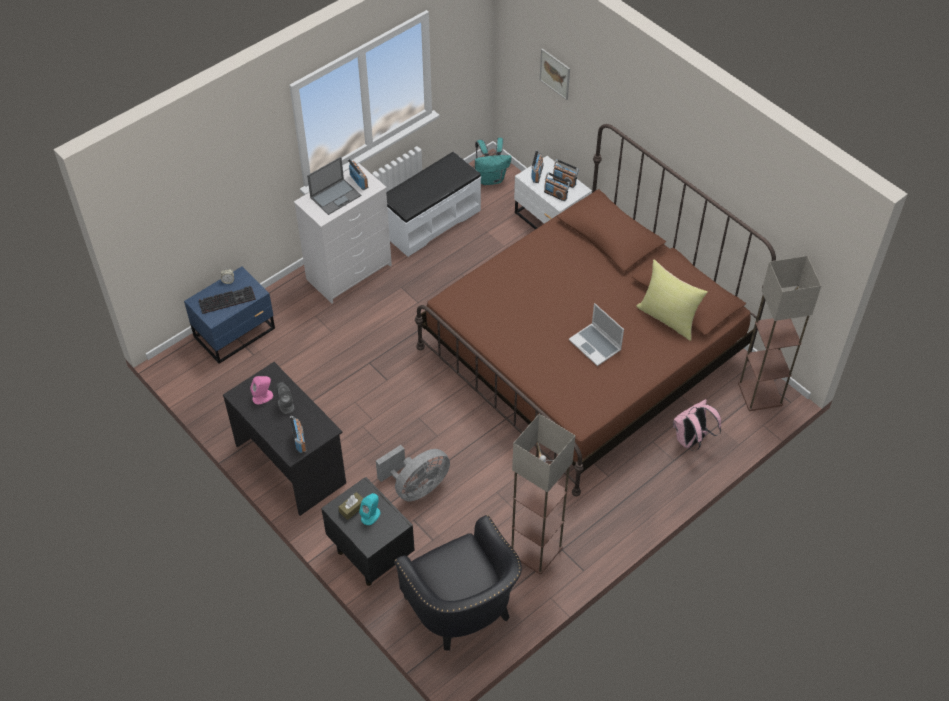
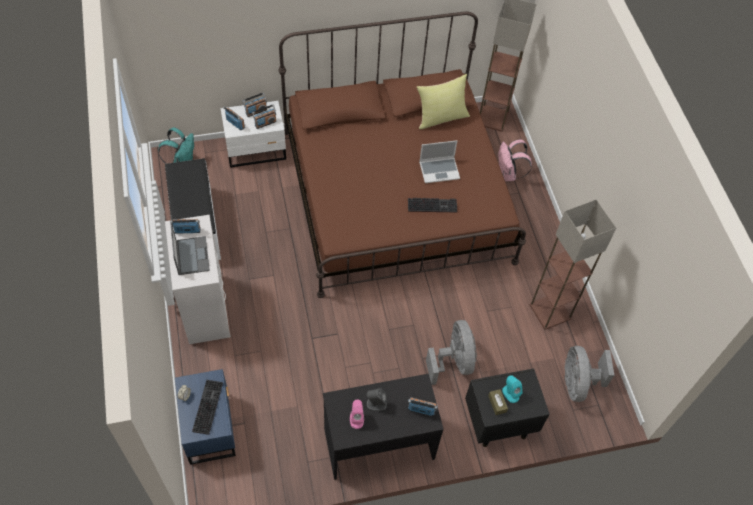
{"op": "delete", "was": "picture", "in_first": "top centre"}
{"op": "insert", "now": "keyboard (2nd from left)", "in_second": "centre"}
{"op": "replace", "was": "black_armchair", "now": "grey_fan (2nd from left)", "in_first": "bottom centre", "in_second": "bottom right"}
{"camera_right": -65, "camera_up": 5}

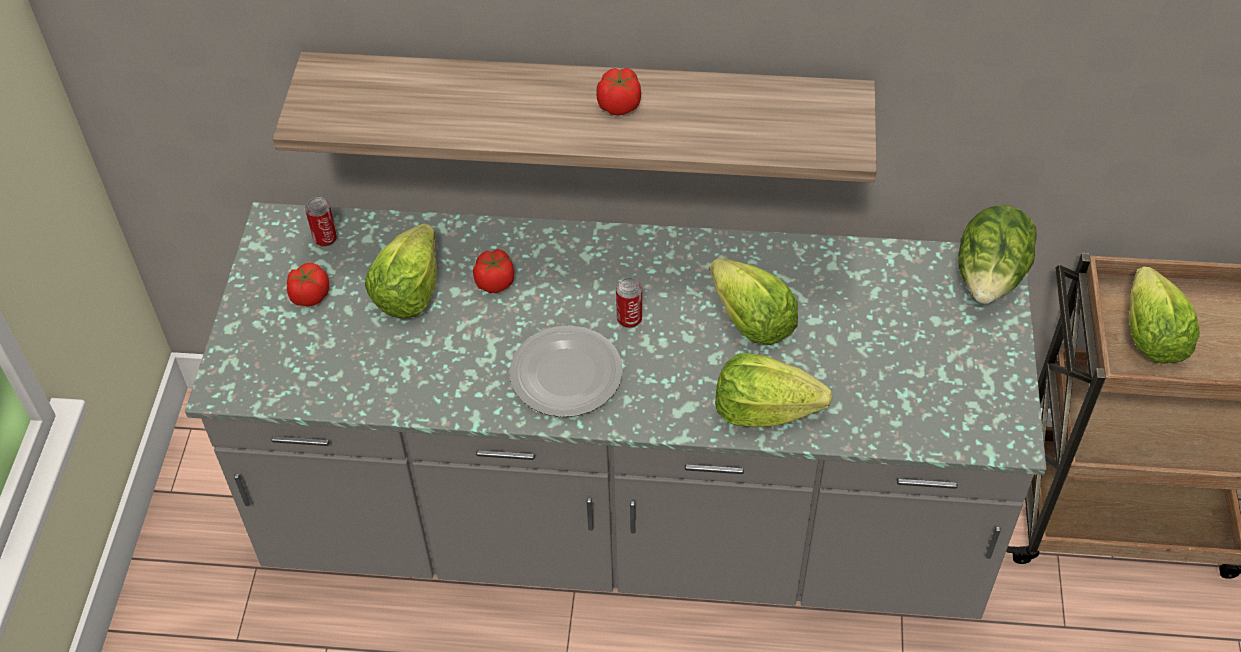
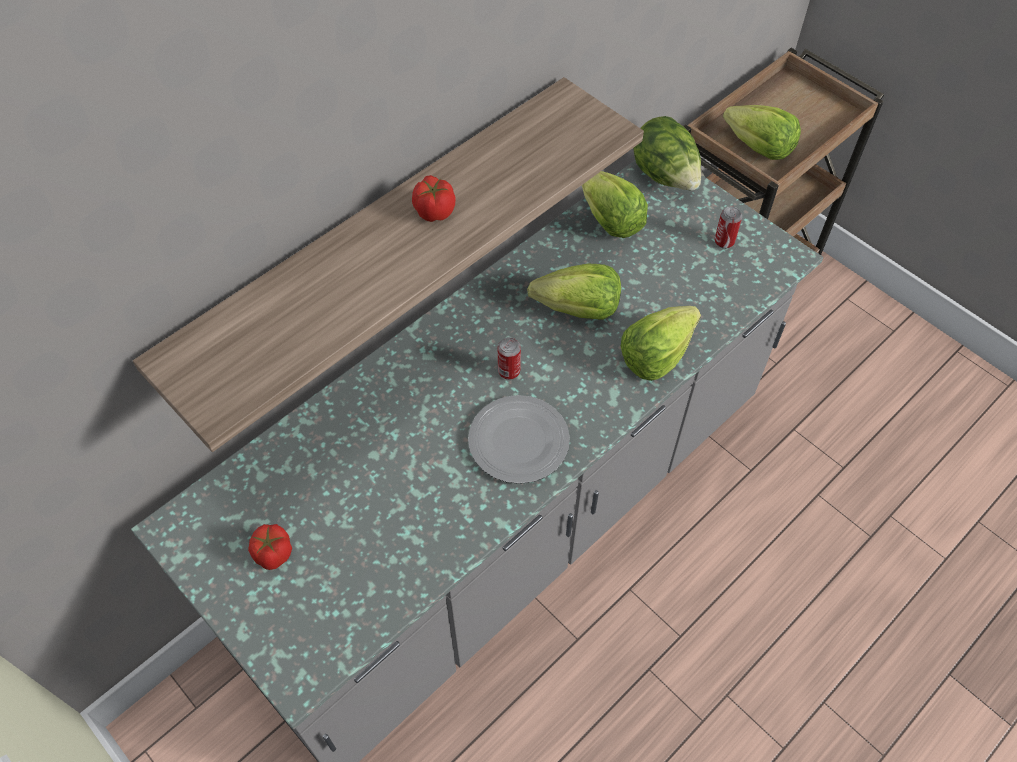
{"op": "delete", "was": "tomato (2nd from left)", "in_first": "centre"}
{"op": "move", "was": "can (1st from left in the first image)", "now": "can (2nd from left)", "in_first": "middle left", "in_second": "top right"}
{"op": "move", "was": "lettuce (1st from left in the first image)", "now": "lettuce (2nd from left)", "in_first": "middle left", "in_second": "top centre"}
{"camera_right": -50, "camera_up": 5}

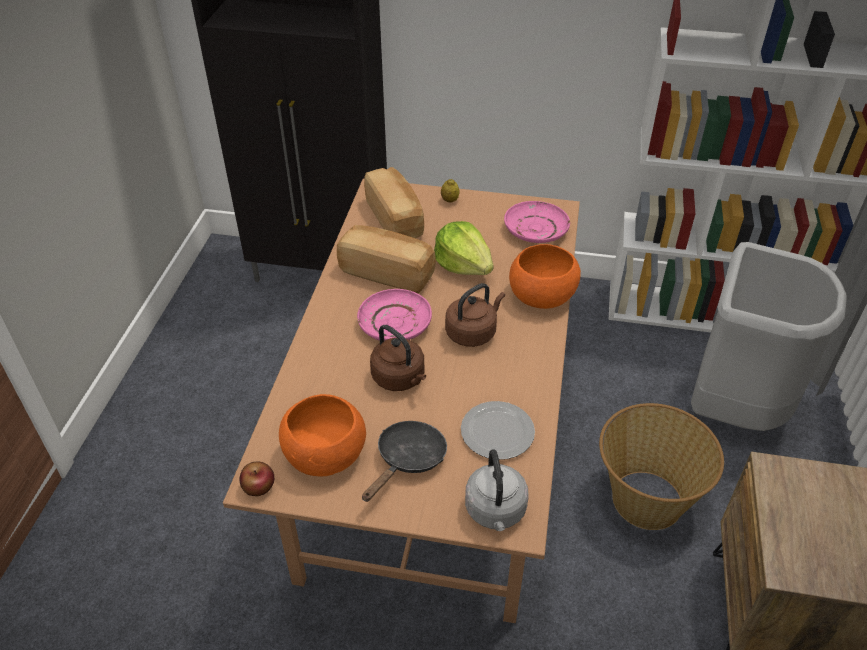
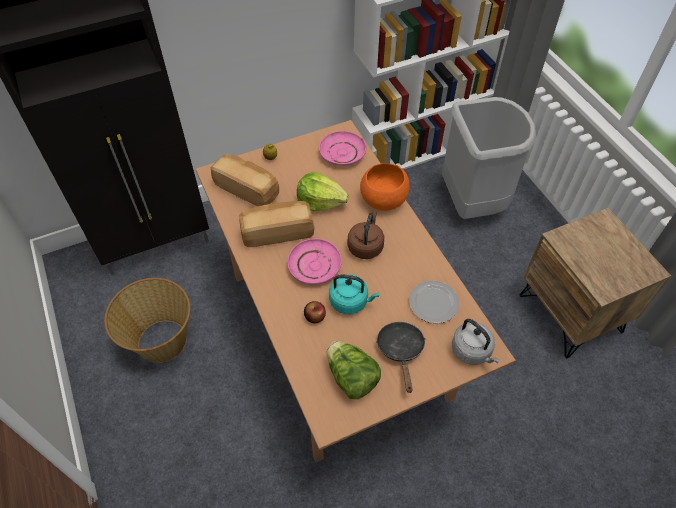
{"op": "move", "was": "apple", "in_first": "bottom left", "in_second": "centre"}
{"op": "move", "was": "basket", "in_first": "bottom right", "in_second": "middle left"}
{"op": "replace", "was": "orange_bowl (1st from left)", "now": "lettuce (2nd from left)", "in_first": "bottom centre", "in_second": "bottom centre"}
{"op": "recolor", "was": "brown_kettle (1st from left)", "now": "turquoise_kettle", "in_first": "centre", "in_second": "centre"}
{"camera_right": -35, "camera_up": 10}

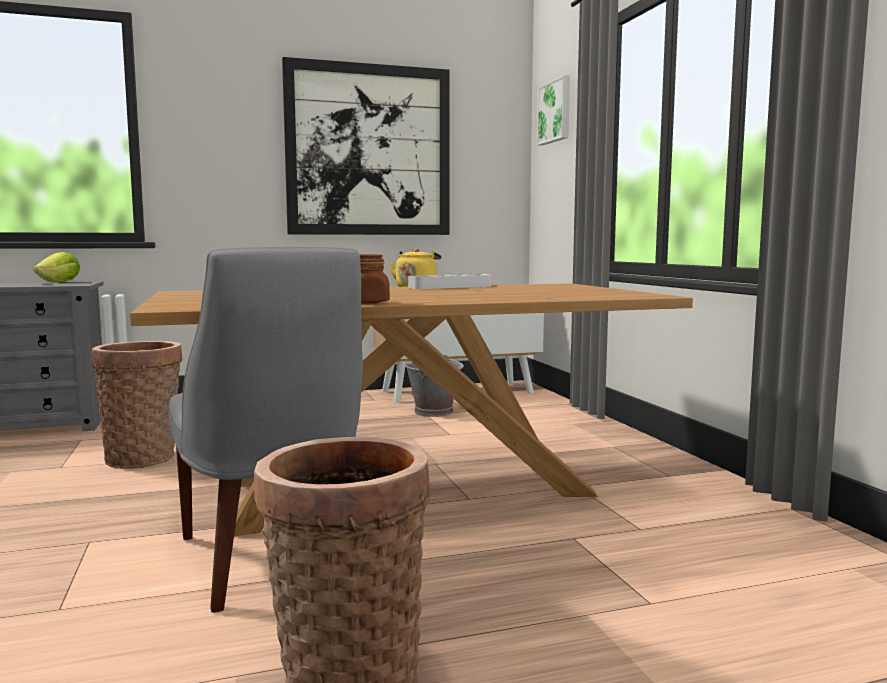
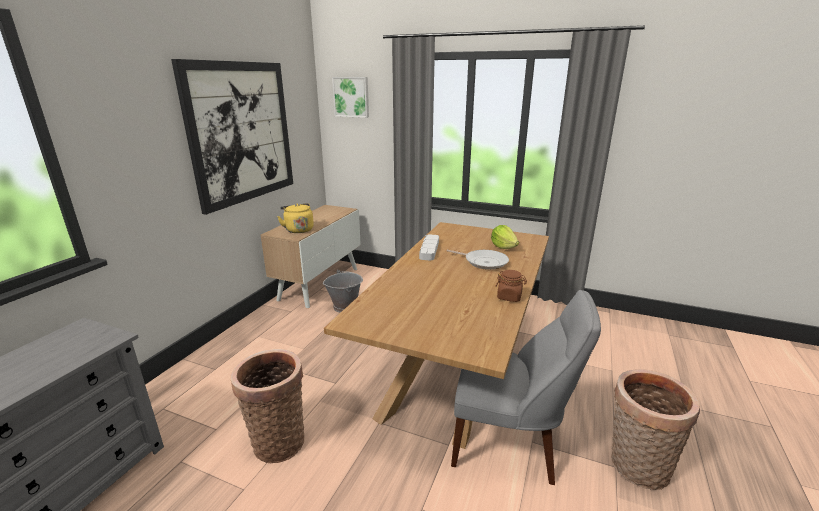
{"op": "insert", "now": "frying_pan", "in_second": "centre"}
{"op": "move", "was": "lettuce", "in_first": "middle left", "in_second": "centre"}
{"camera_right": -50, "camera_up": 15}

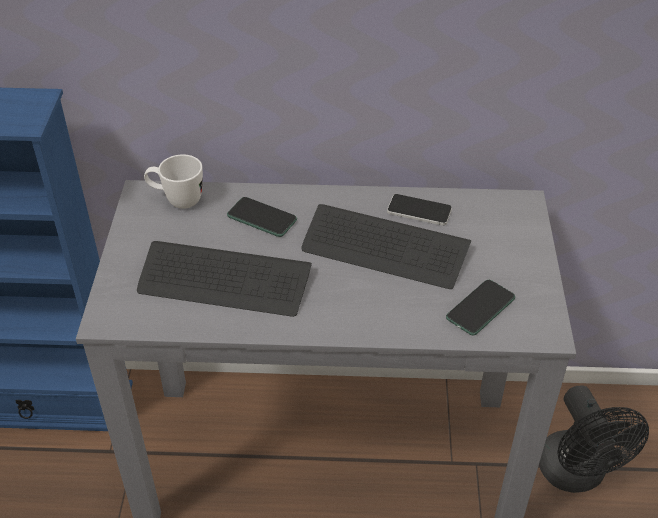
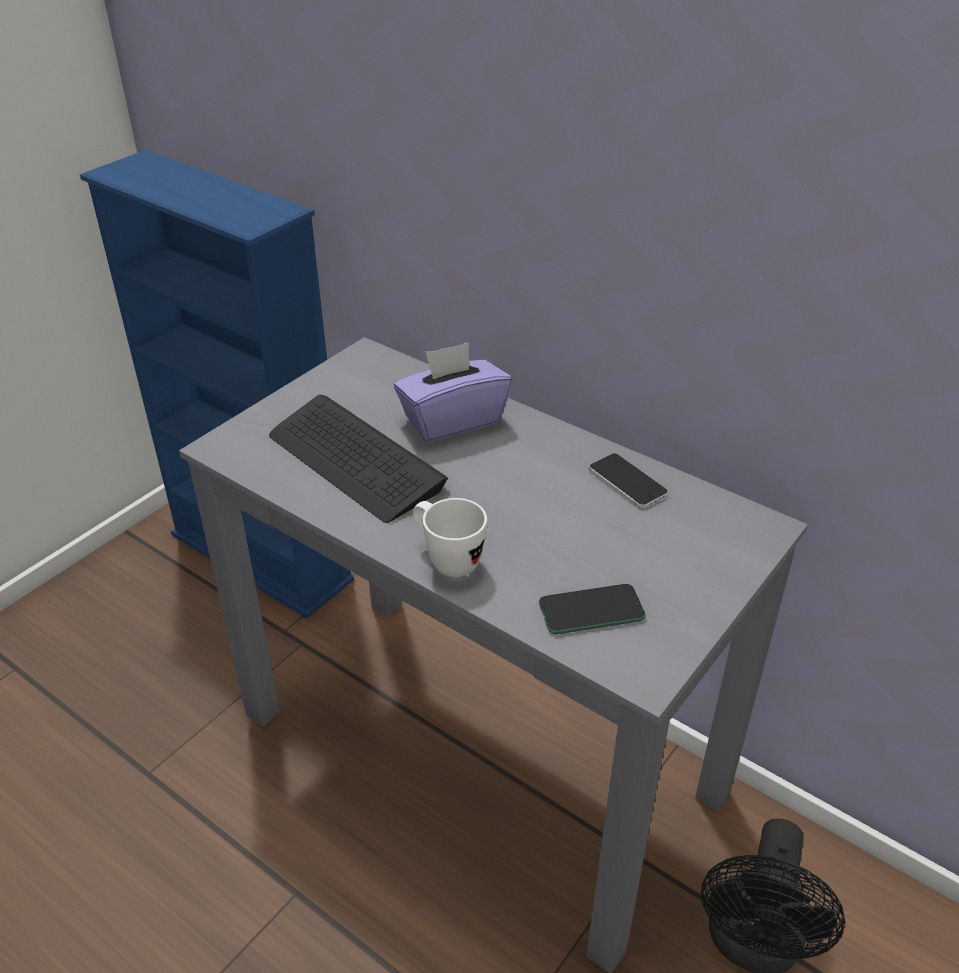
{"op": "delete", "was": "keyboard (2nd from left)", "in_first": "centre"}
{"op": "move", "was": "white_mug", "in_first": "middle left", "in_second": "centre"}
{"op": "replace", "was": "phone (1st from left)", "now": "purple_tissue_box", "in_first": "centre", "in_second": "centre"}
{"camera_right": 35, "camera_up": -5}

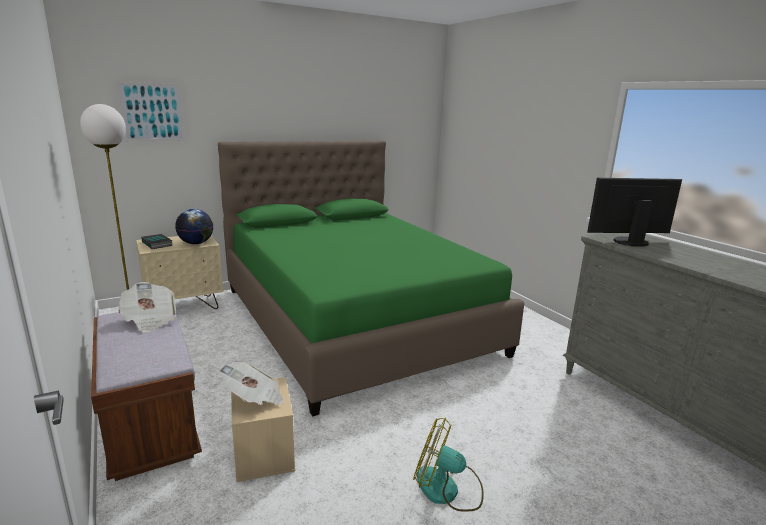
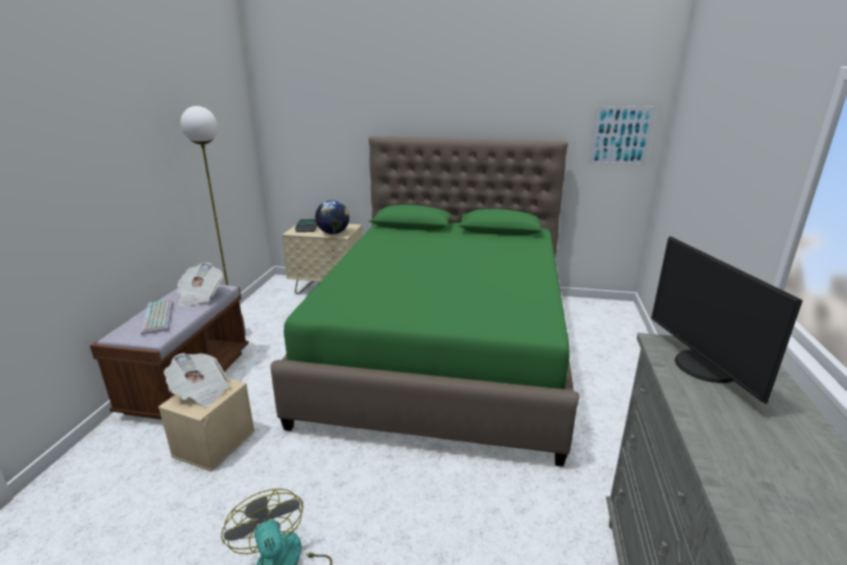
{"op": "insert", "now": "keyboard", "in_second": "middle left"}
{"op": "move", "was": "picture", "in_first": "top left", "in_second": "top right"}
{"op": "rotate", "was": "monitor", "in_first": "middle right", "in_second": "middle right", "clockwise": -135}
{"camera_right": 40, "camera_up": 5}

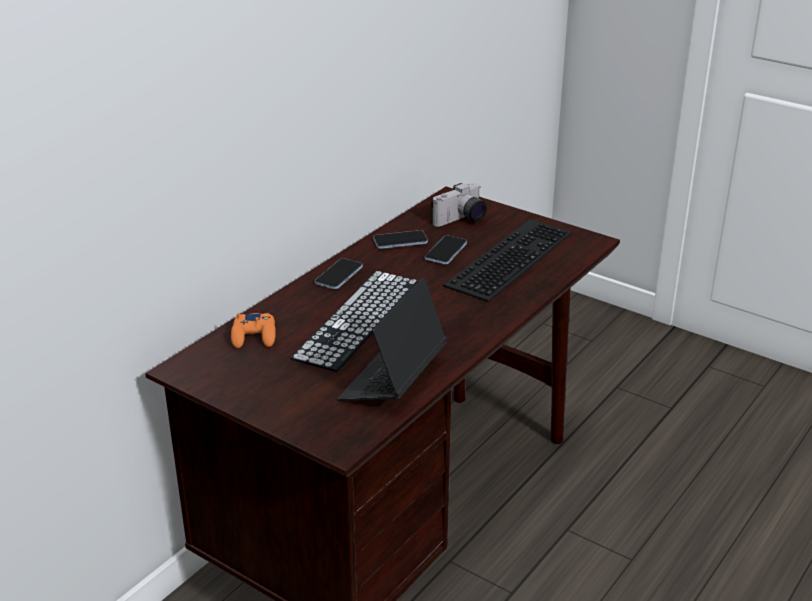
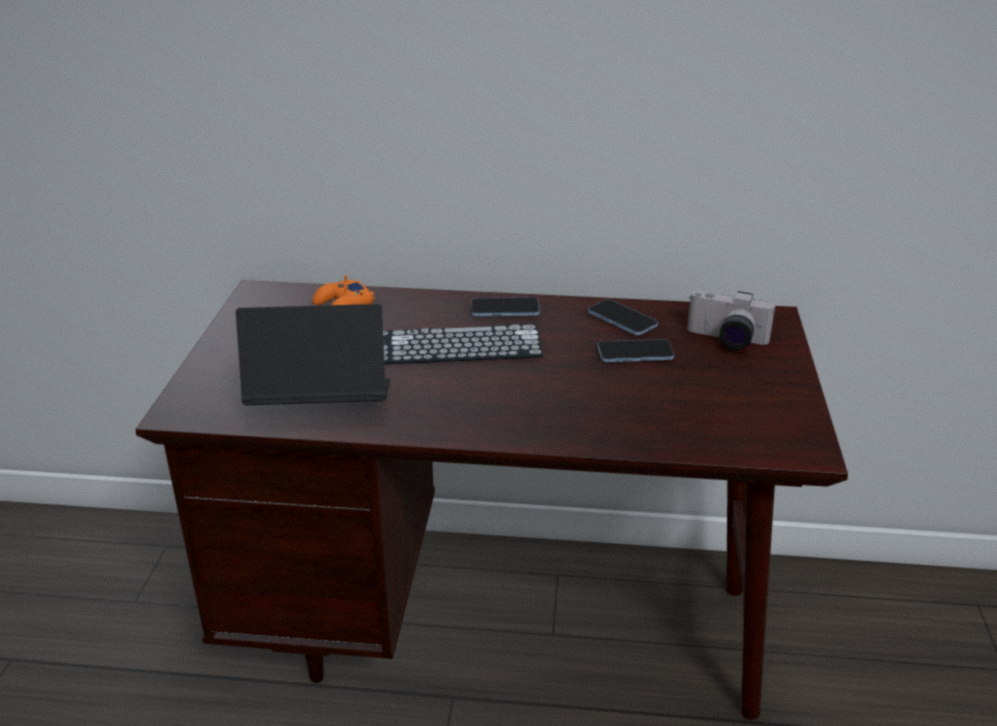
{"op": "delete", "was": "keyboard (2nd from left)", "in_first": "centre"}
{"camera_right": 60, "camera_up": 0}

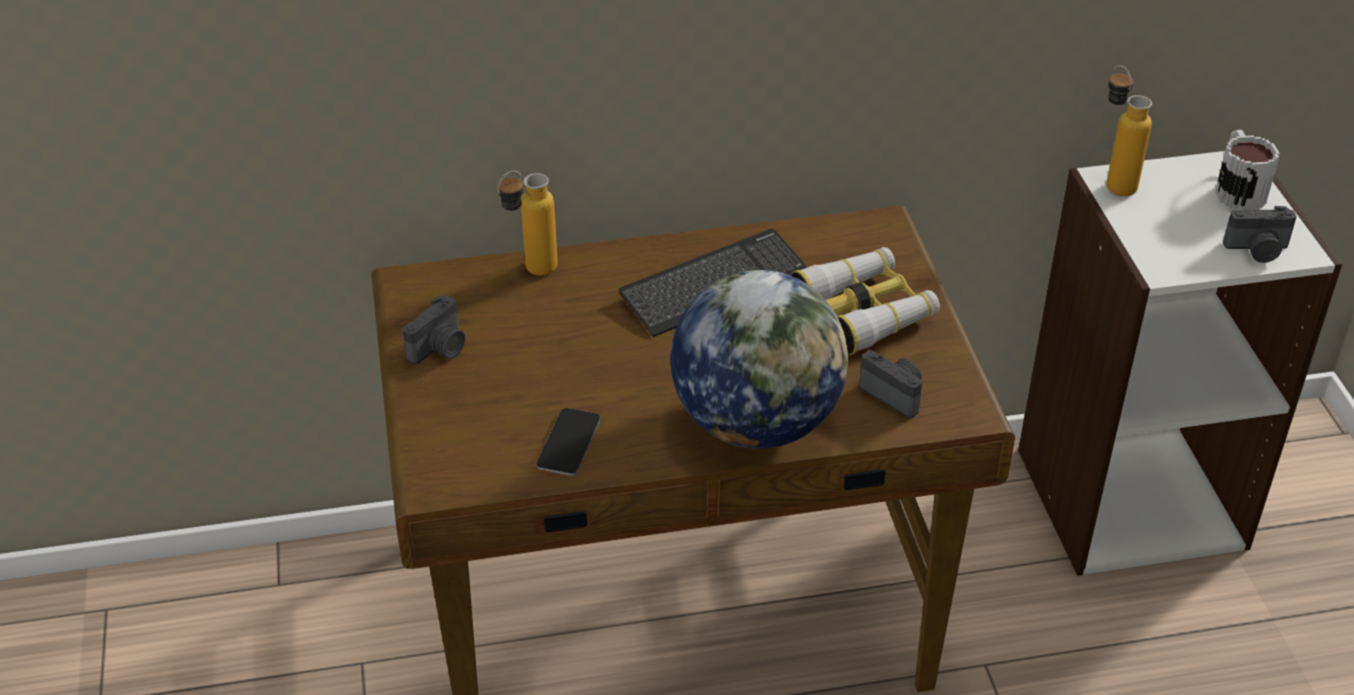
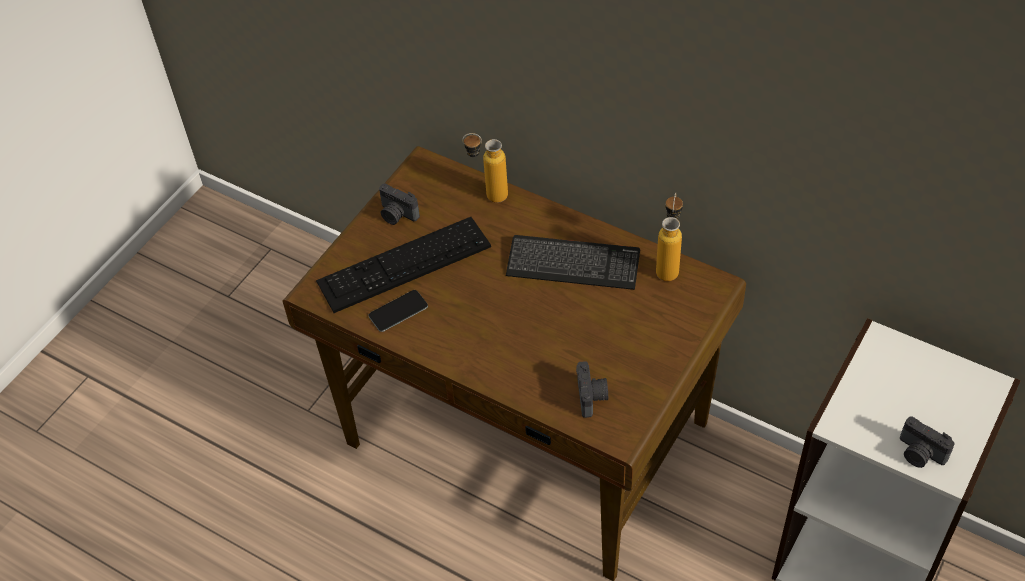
{"op": "delete", "was": "globe", "in_first": "centre"}
{"op": "delete", "was": "binoculars", "in_first": "centre"}
{"op": "delete", "was": "mug", "in_first": "top right"}
{"op": "insert", "now": "keyboard (1st from left)", "in_second": "centre"}
{"op": "move", "was": "bottle (2nd from left)", "in_first": "top right", "in_second": "centre"}
{"op": "rotate", "was": "photo_camera (1st from left)", "in_first": "middle left", "in_second": "centre", "clockwise": 45}
{"camera_right": 45, "camera_up": 10}

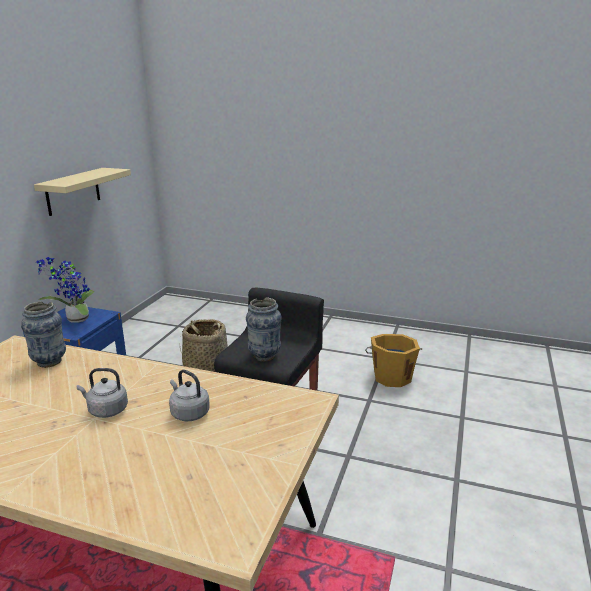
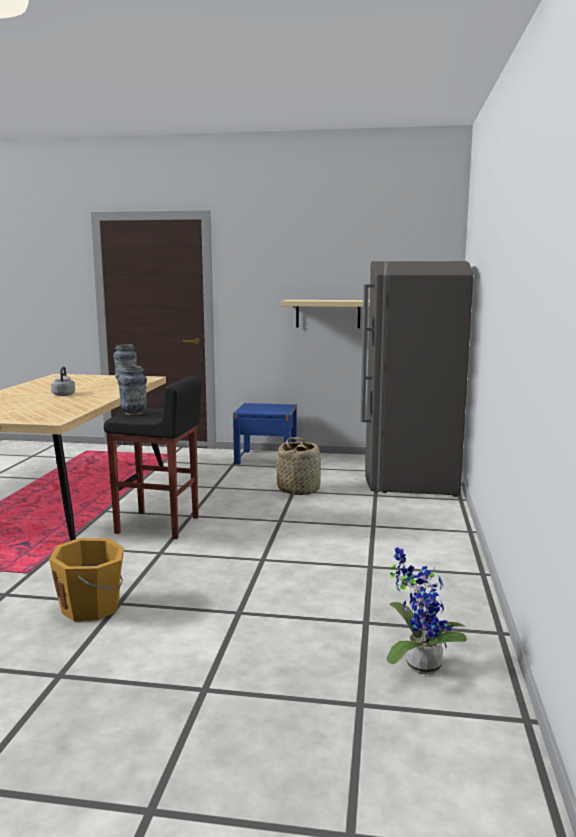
{"op": "delete", "was": "grey_kettle (2nd from left)", "in_first": "bottom left"}
{"op": "insert", "now": "grey_fridge", "in_second": "middle right"}
{"op": "move", "was": "potted_plant", "in_first": "middle left", "in_second": "bottom right"}
{"op": "move", "was": "orange_bucket", "in_first": "middle right", "in_second": "bottom left"}
{"camera_right": 80, "camera_up": -10}

